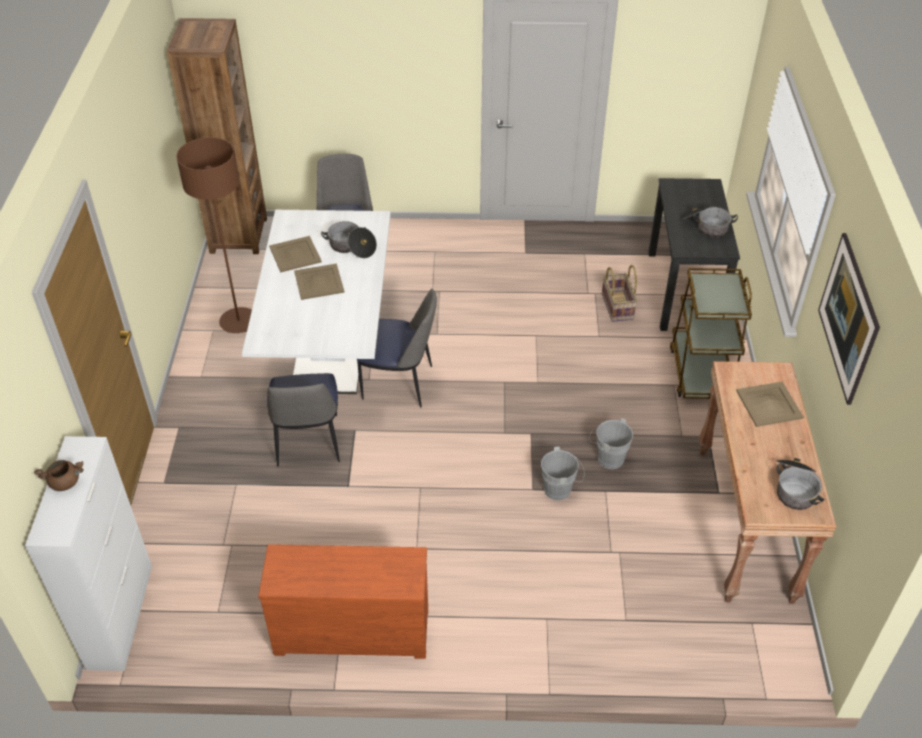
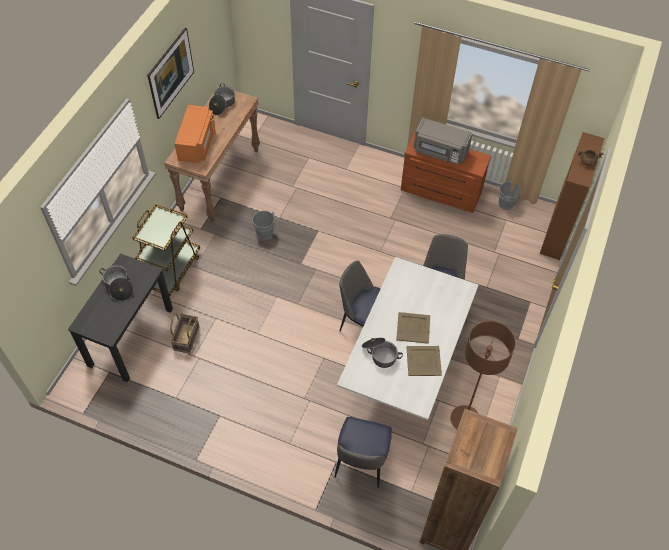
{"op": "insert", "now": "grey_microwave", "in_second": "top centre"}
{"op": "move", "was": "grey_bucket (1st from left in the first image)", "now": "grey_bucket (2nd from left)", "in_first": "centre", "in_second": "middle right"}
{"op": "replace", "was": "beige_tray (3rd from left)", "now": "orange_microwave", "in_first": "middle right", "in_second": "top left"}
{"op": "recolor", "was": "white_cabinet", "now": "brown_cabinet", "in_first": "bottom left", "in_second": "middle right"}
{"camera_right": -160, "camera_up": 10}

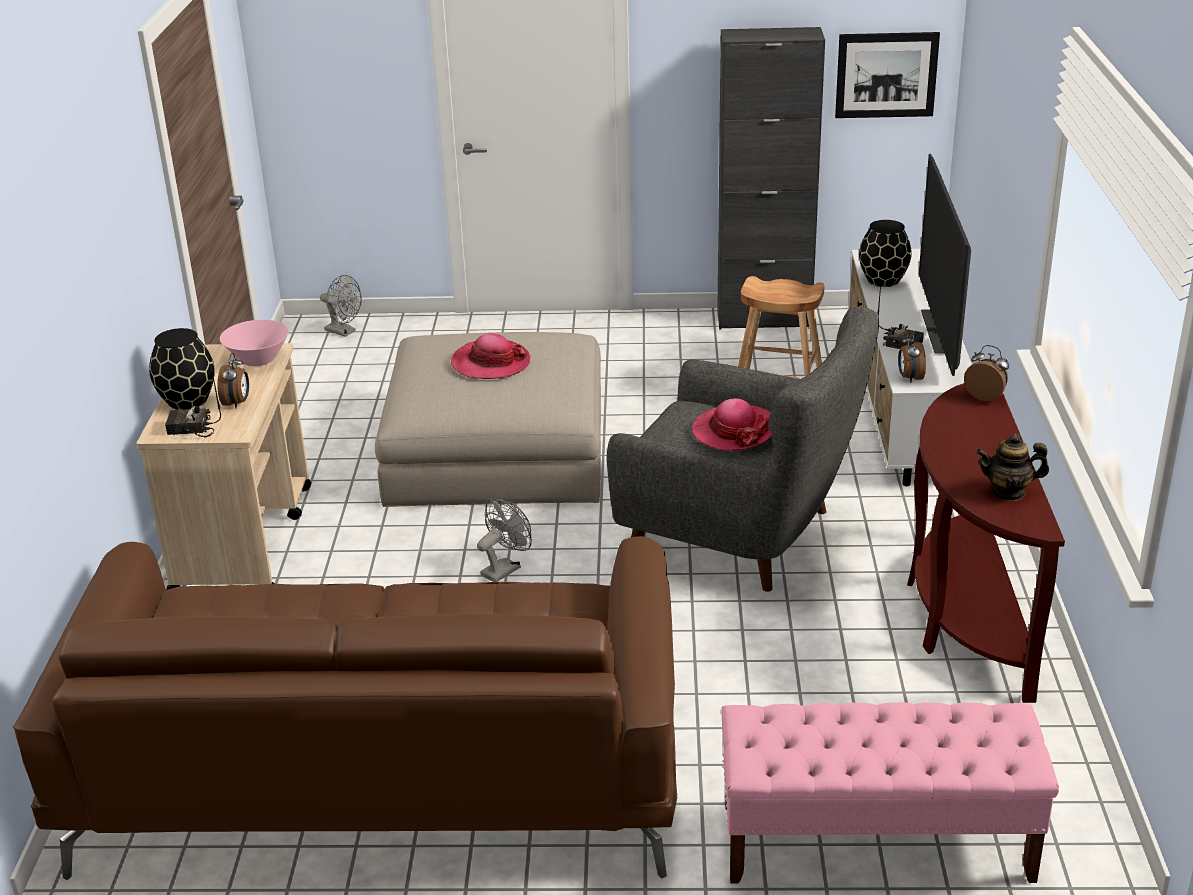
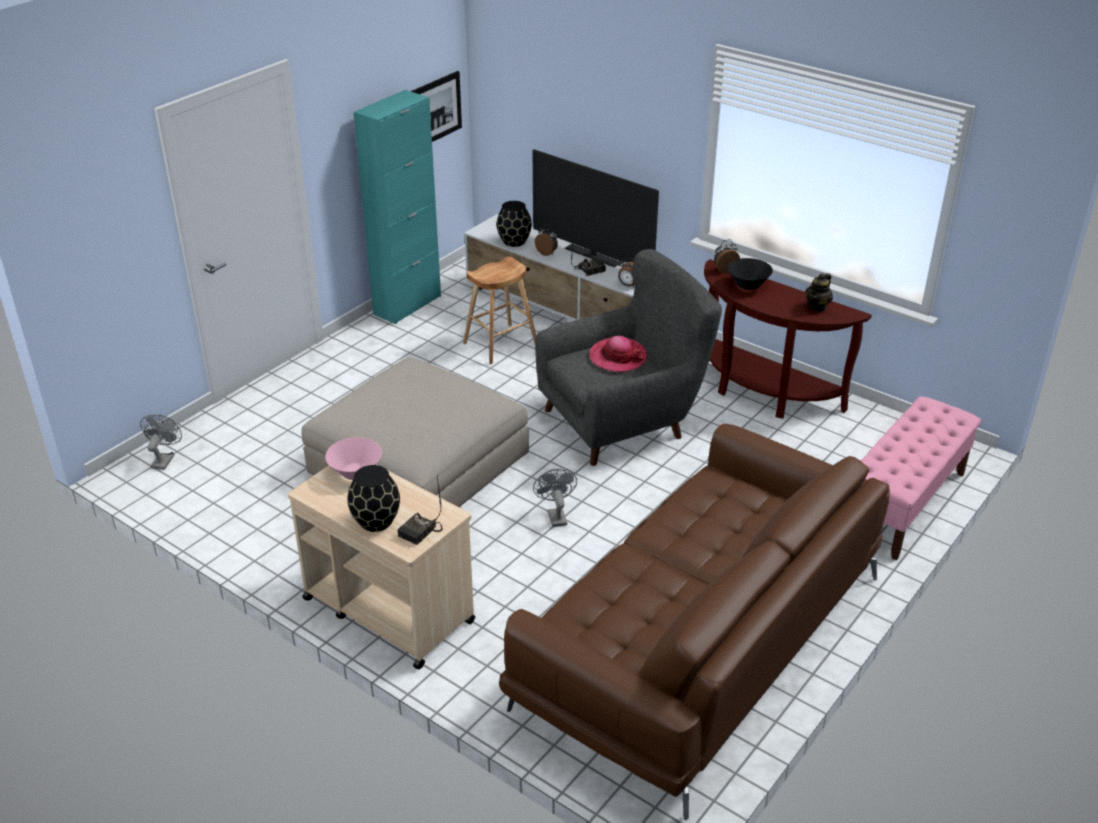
{"op": "delete", "was": "hat (1st from left)", "in_first": "centre"}
{"op": "insert", "now": "black_bowl", "in_second": "top right"}
{"op": "move", "was": "alarm_clock (1st from left)", "in_first": "middle left", "in_second": "top centre"}
{"op": "recolor", "was": "black_cabinet", "now": "turquoise_cabinet", "in_first": "top centre", "in_second": "top centre"}
{"op": "rotate", "was": "grey_fan (1st from left)", "in_first": "middle left", "in_second": "middle left", "clockwise": -60}
{"camera_right": -55, "camera_up": 5}

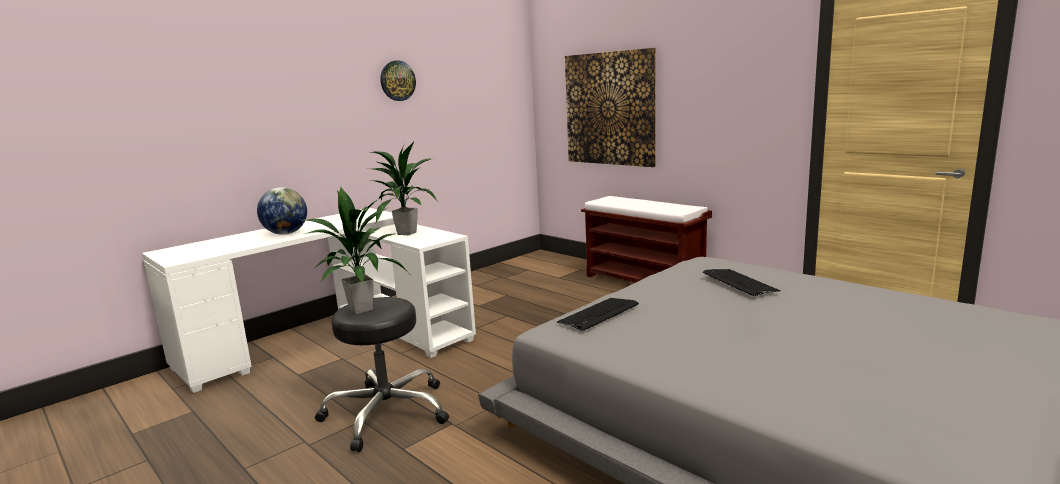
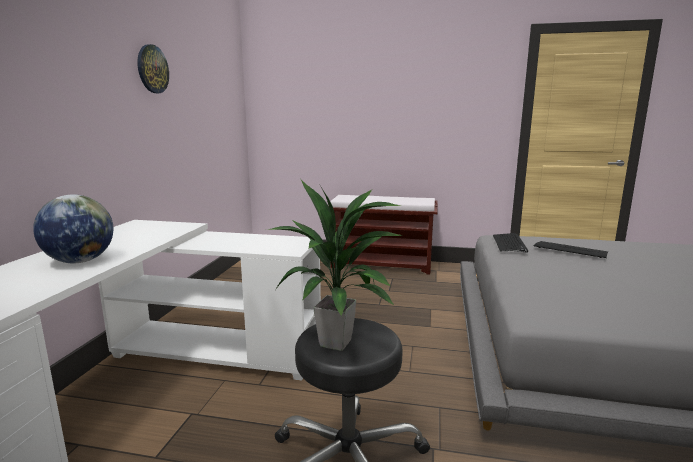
{"op": "delete", "was": "potted_plant (2nd from left)", "in_first": "centre"}
{"op": "delete", "was": "picture", "in_first": "top centre"}
{"op": "move", "was": "keyboard (1st from left)", "in_first": "centre", "in_second": "middle right"}
{"camera_right": -35, "camera_up": 0}

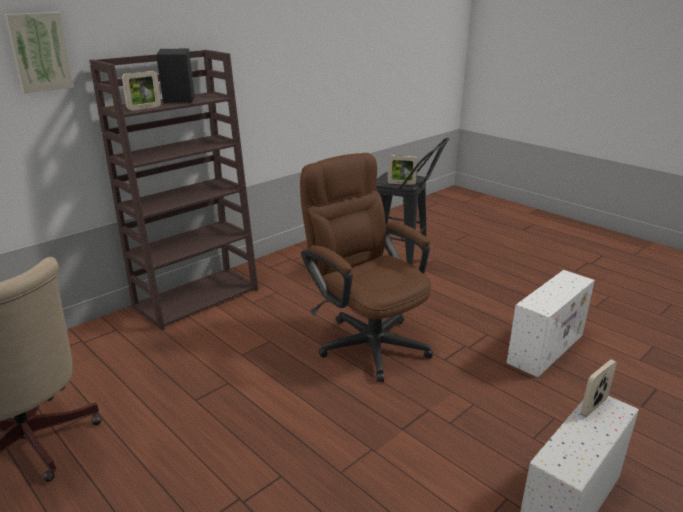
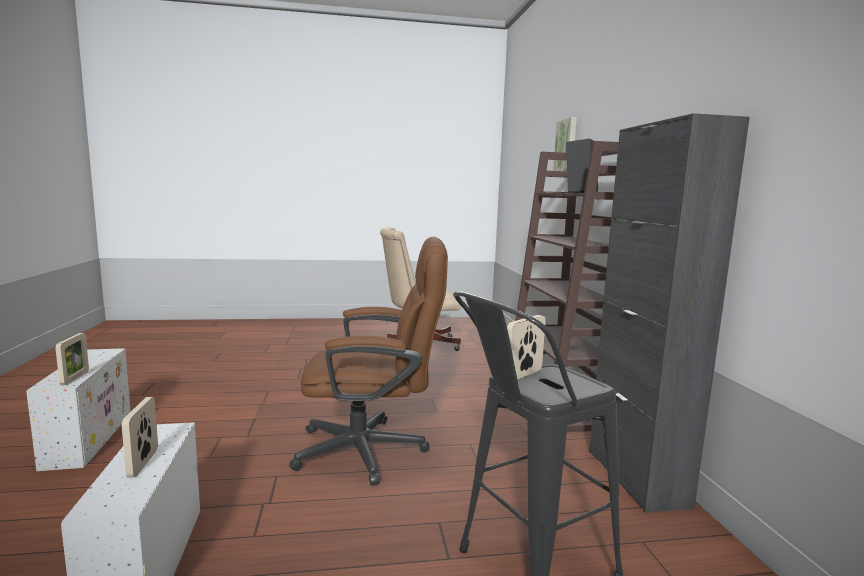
{"op": "insert", "now": "black_cabinet", "in_second": "middle right"}
{"op": "move", "was": "picture_frame (1st from left in the first image)", "now": "picture_frame (2nd from left)", "in_first": "top left", "in_second": "bottom left"}
{"camera_right": 125, "camera_up": -15}

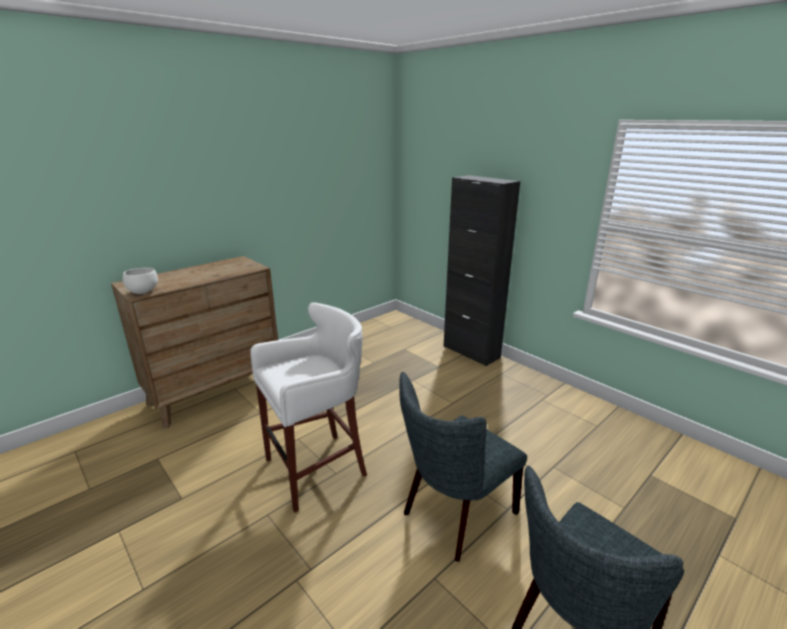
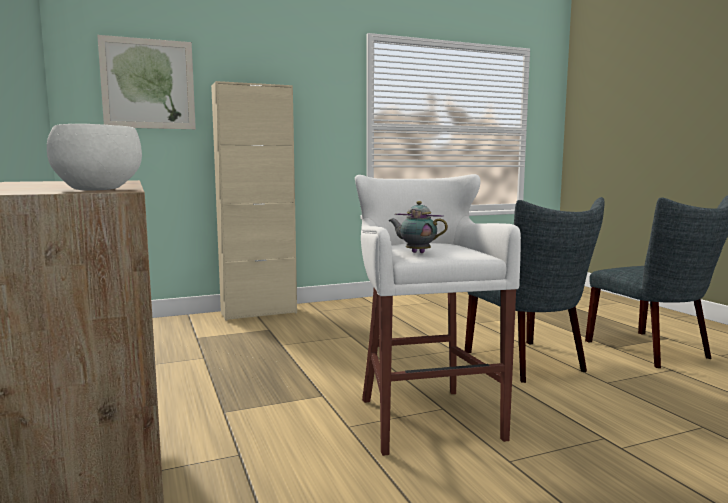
{"op": "insert", "now": "picture", "in_second": "top left"}
{"op": "insert", "now": "teapot", "in_second": "centre"}
{"op": "recolor", "was": "black_cabinet", "now": "beige_cabinet", "in_first": "centre", "in_second": "centre"}
{"camera_right": -70, "camera_up": -15}

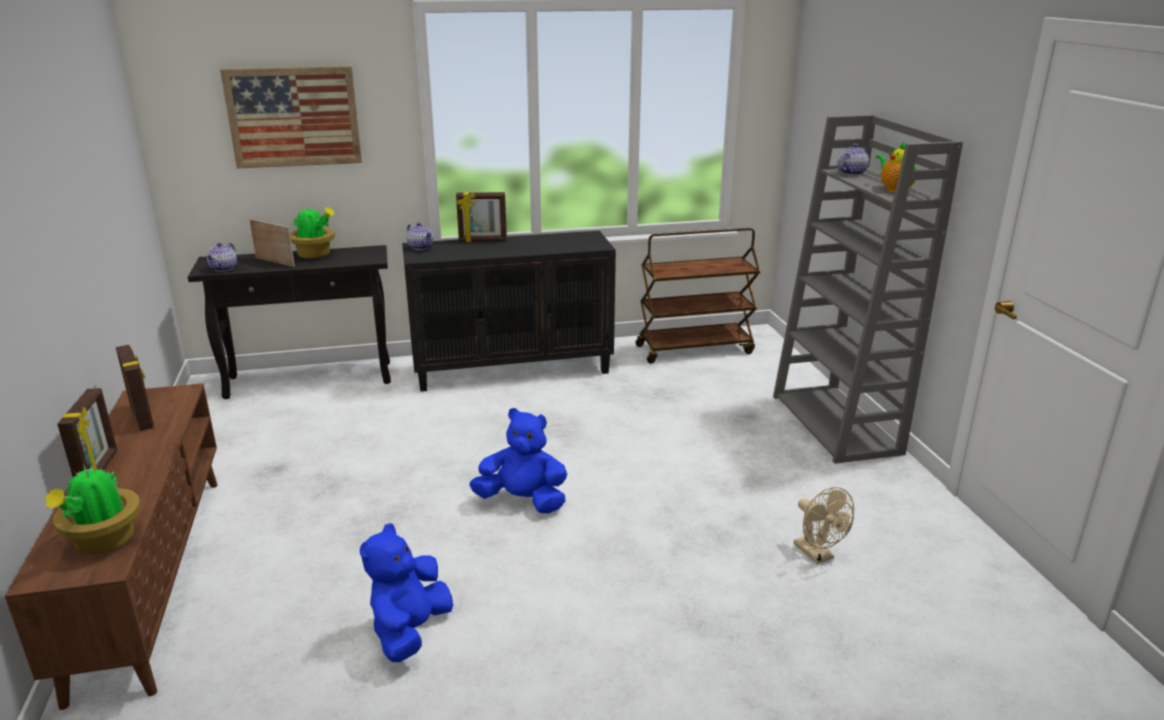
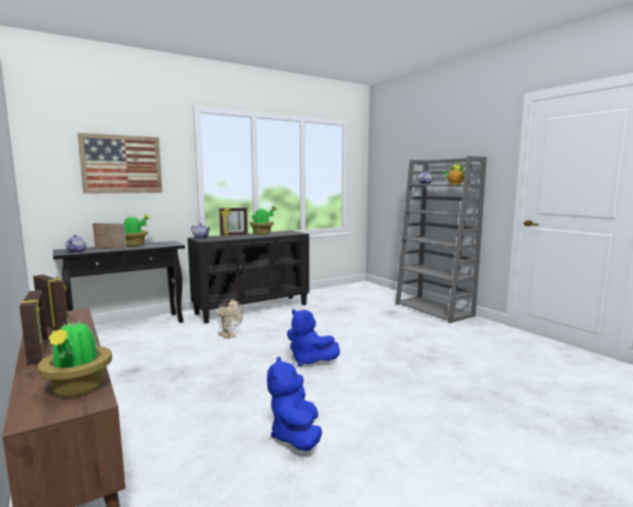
{"op": "delete", "was": "brown_cart", "in_first": "centre"}
{"op": "insert", "now": "potted_plant (3rd from left)", "in_second": "centre"}
{"op": "move", "was": "beige_fan", "in_first": "bottom right", "in_second": "centre"}
{"op": "rotate", "was": "blue_plush_toy (2nd from left)", "in_first": "centre", "in_second": "bottom centre", "clockwise": -135}
{"camera_right": -20, "camera_up": -15}

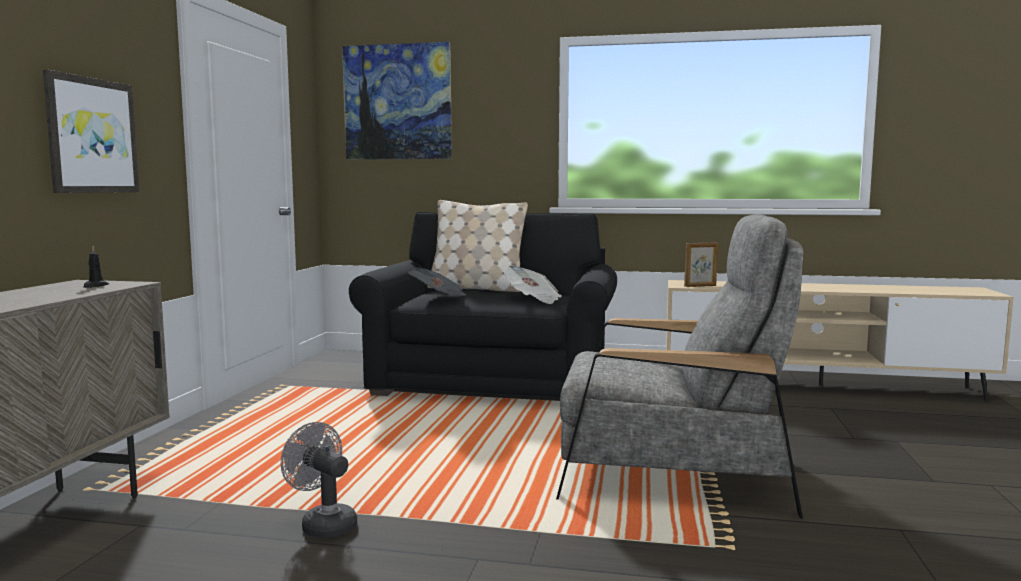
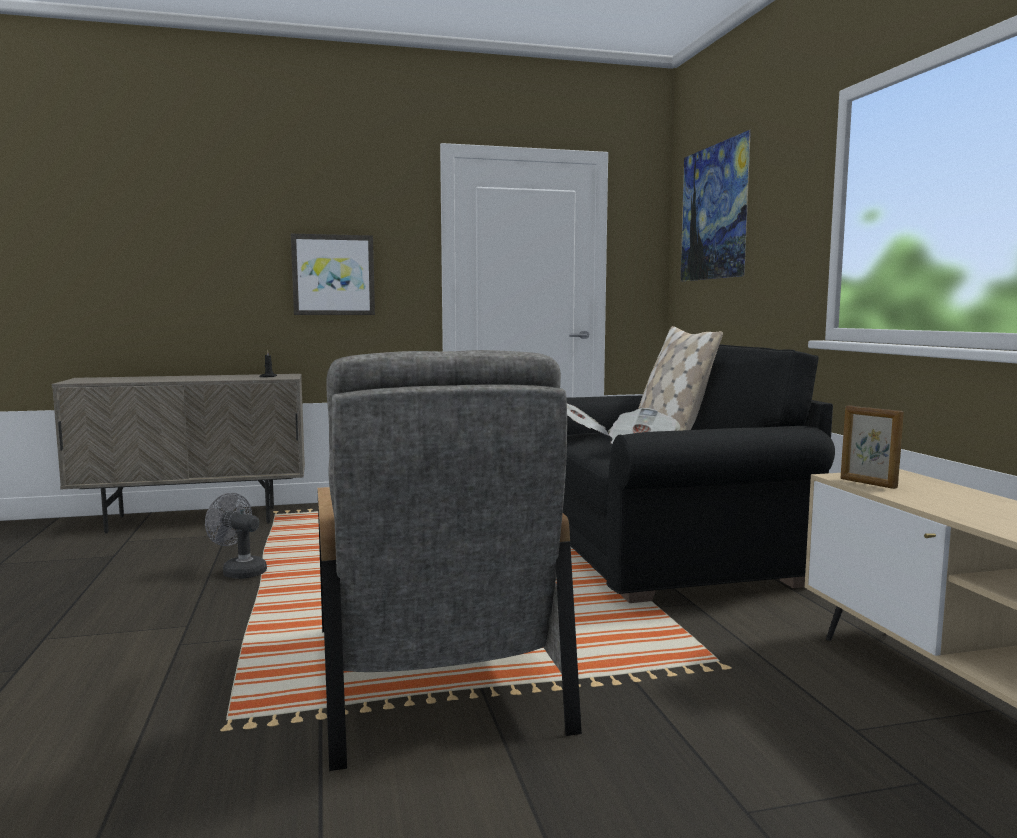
{"op": "rotate", "was": "grey_fan", "in_first": "bottom left", "in_second": "middle left", "clockwise": -75}
{"camera_right": 65, "camera_up": 0}

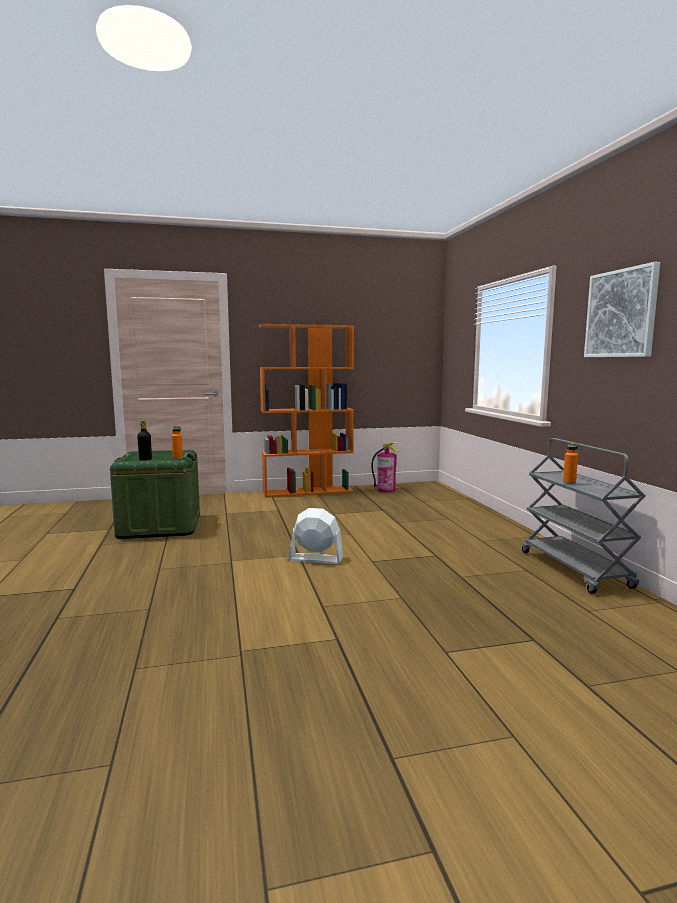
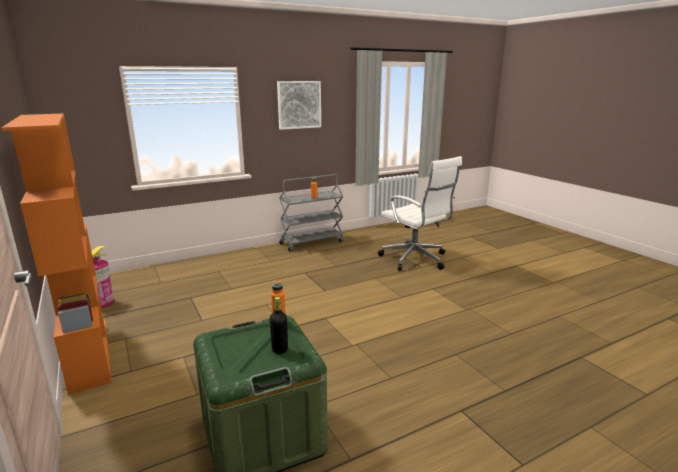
{"op": "delete", "was": "white_fan", "in_first": "centre"}
{"op": "insert", "now": "white_office_chair", "in_second": "centre"}
{"camera_right": -105, "camera_up": 10}

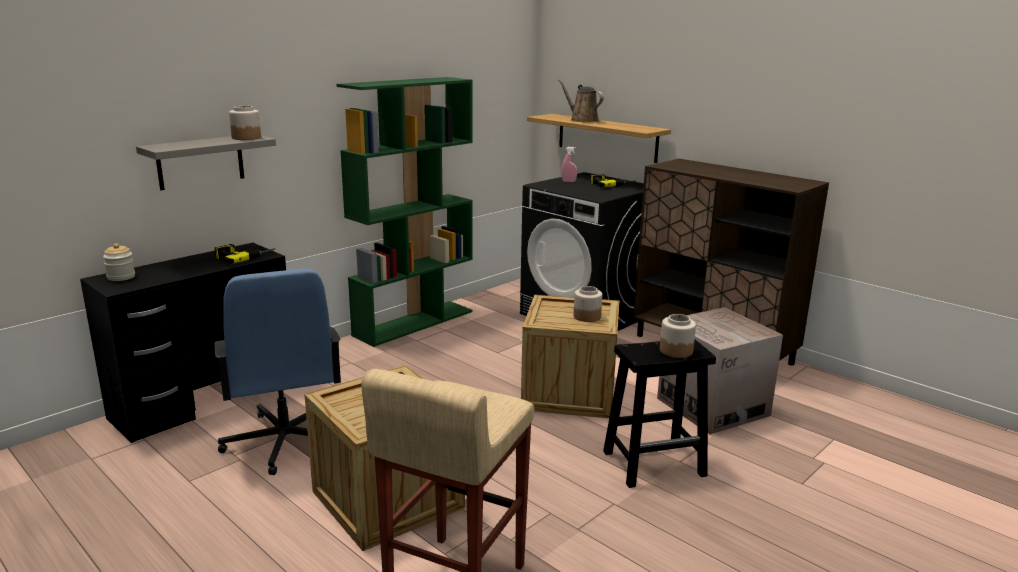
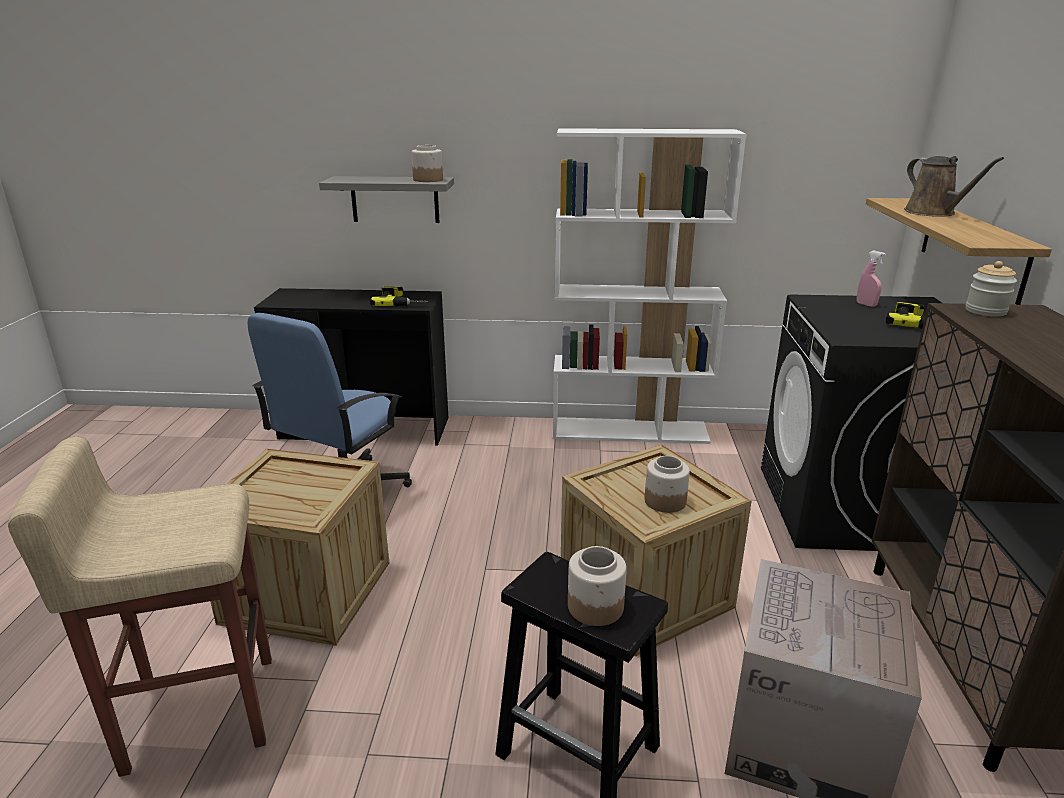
{"op": "move", "was": "jar (1st from left in the first image)", "now": "jar (4th from left)", "in_first": "middle left", "in_second": "middle right"}
{"op": "recolor", "was": "green_bookcase", "now": "white_bookcase", "in_first": "centre", "in_second": "centre"}
{"op": "rotate", "was": "brown_watering_can", "in_first": "top centre", "in_second": "top right", "clockwise": 150}
{"camera_right": 50, "camera_up": 5}

